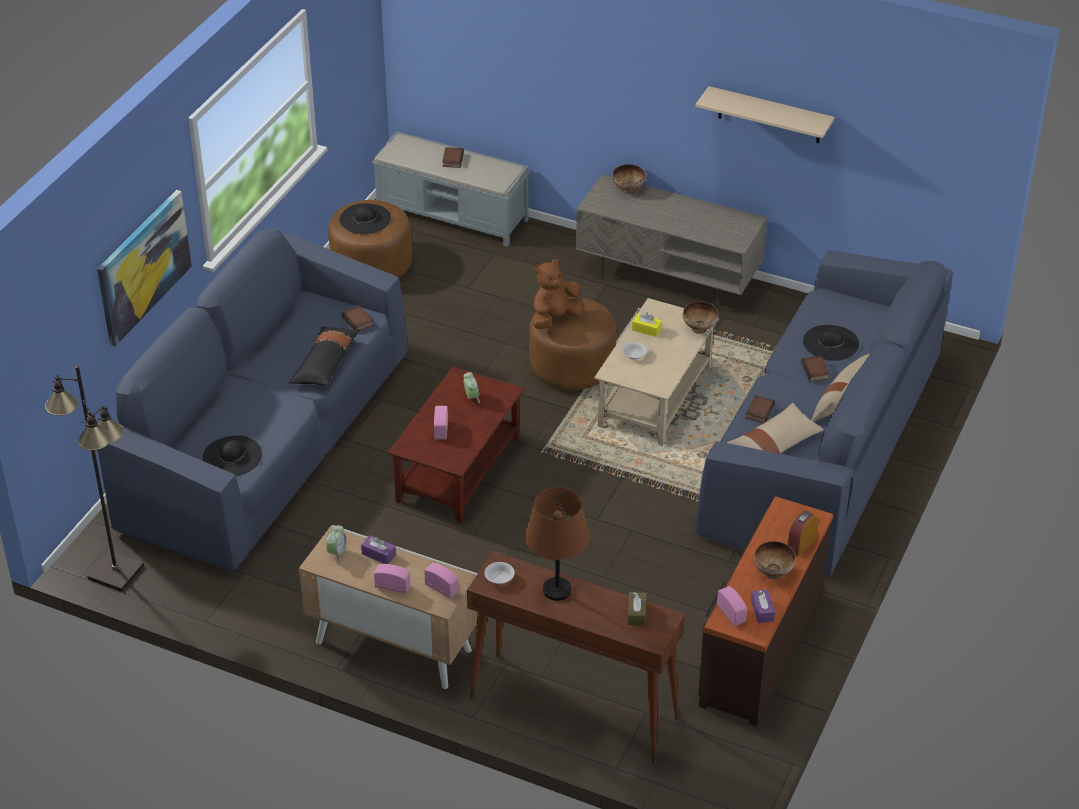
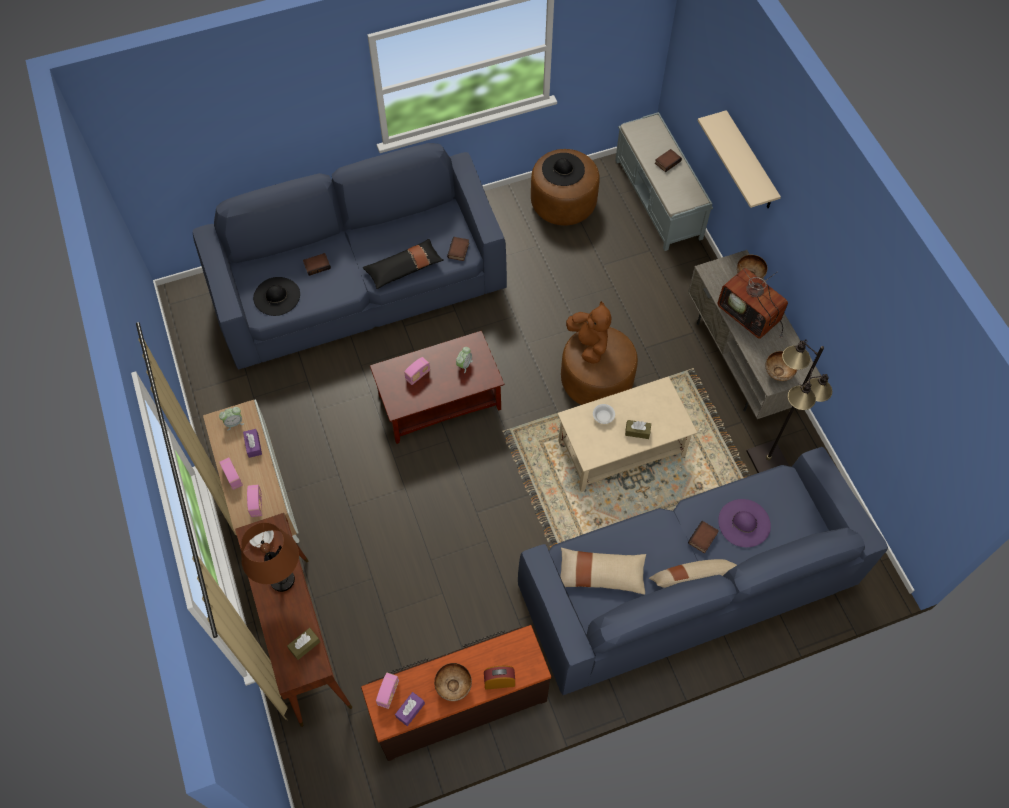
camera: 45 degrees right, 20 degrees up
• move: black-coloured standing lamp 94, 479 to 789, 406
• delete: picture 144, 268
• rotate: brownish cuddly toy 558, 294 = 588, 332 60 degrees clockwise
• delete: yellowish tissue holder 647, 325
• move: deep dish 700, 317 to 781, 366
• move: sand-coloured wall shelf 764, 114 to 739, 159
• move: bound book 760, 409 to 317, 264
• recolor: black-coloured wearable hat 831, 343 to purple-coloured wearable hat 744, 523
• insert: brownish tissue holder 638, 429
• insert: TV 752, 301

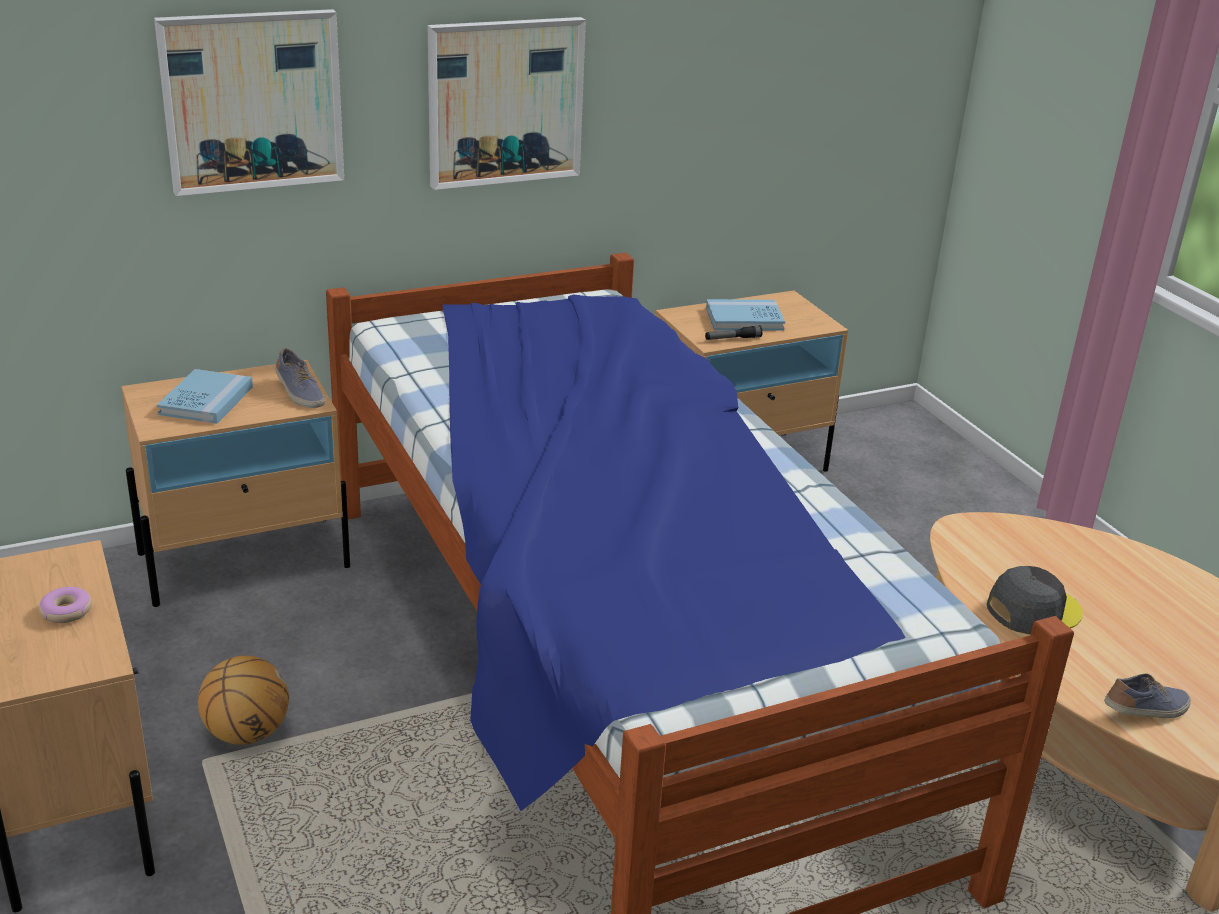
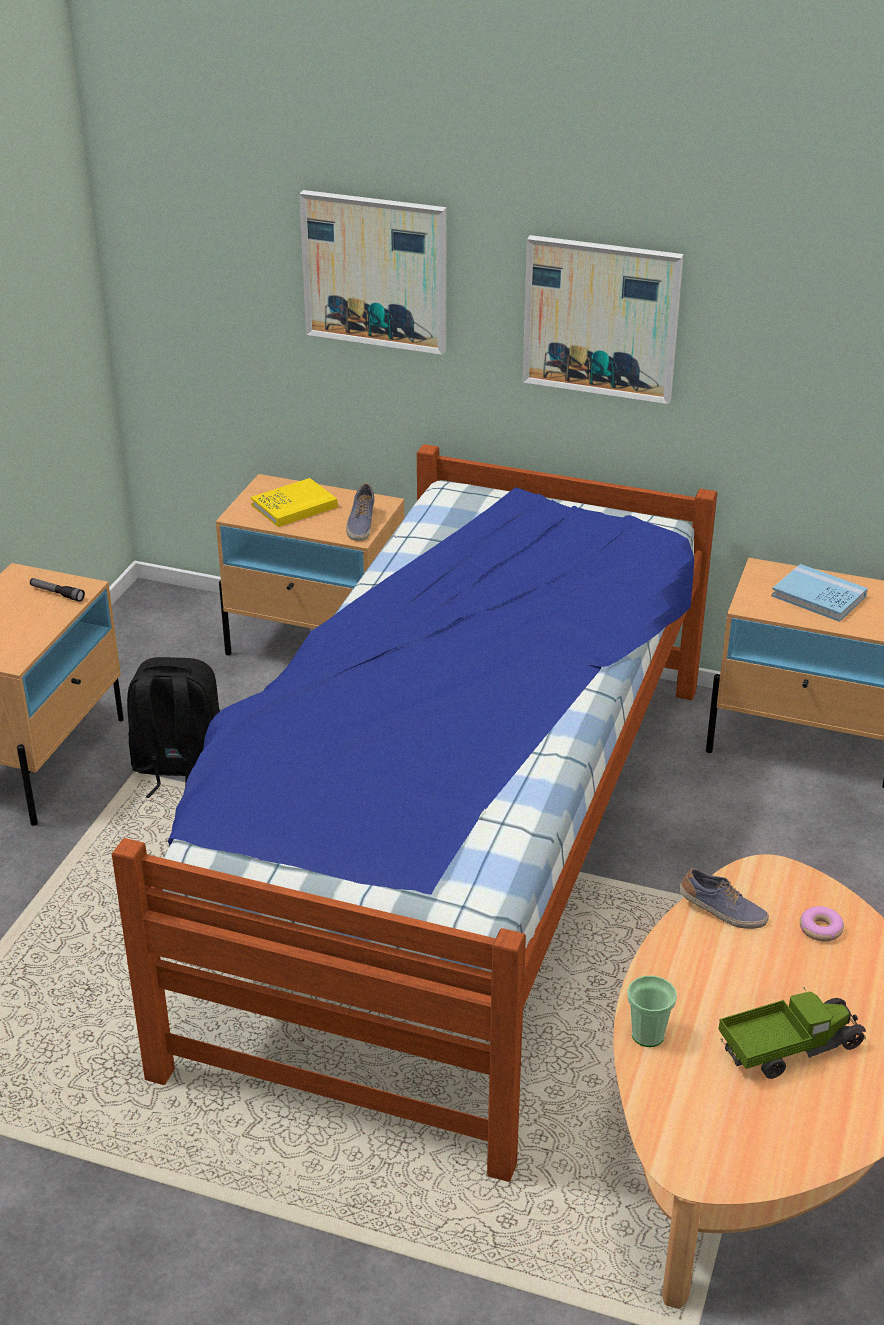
camera: 45 degrees right, 5 degrees up
• move: donut 65, 605 to 822, 924
• recolor: blue bound book 205, 396 to yellowish bound book 294, 502
• replace: basketball ball 243, 700 to black-coloured rucksack 173, 727
• move: hand torch 734, 332 to 57, 590
• delete: grey baseball cap 1035, 600
• move: item of footwear 1147, 695 to 724, 898
• insert: drinking cup 652, 1011
• insert: toy truck 792, 1033

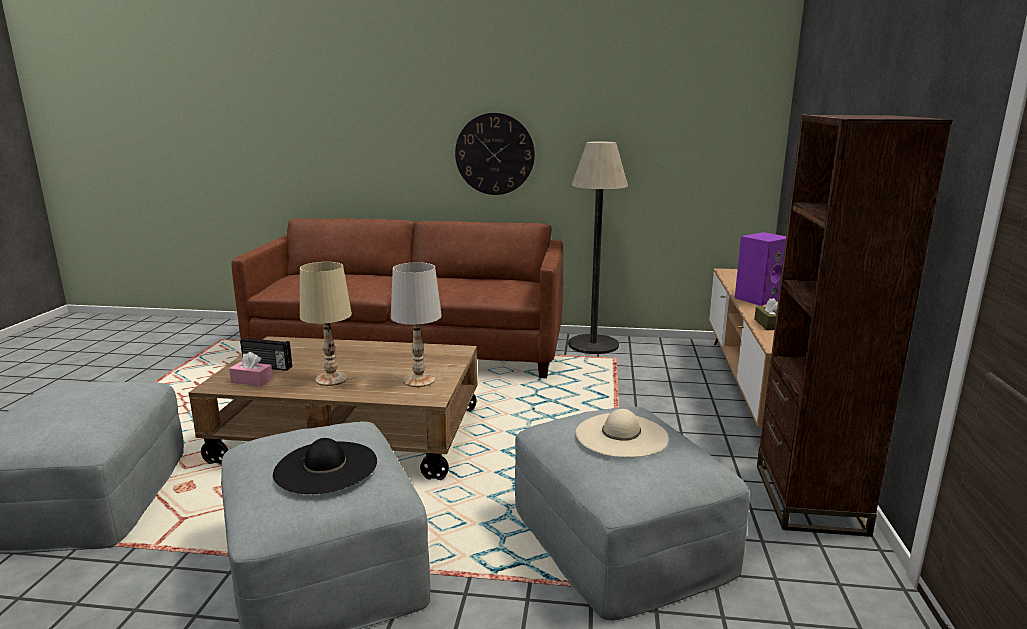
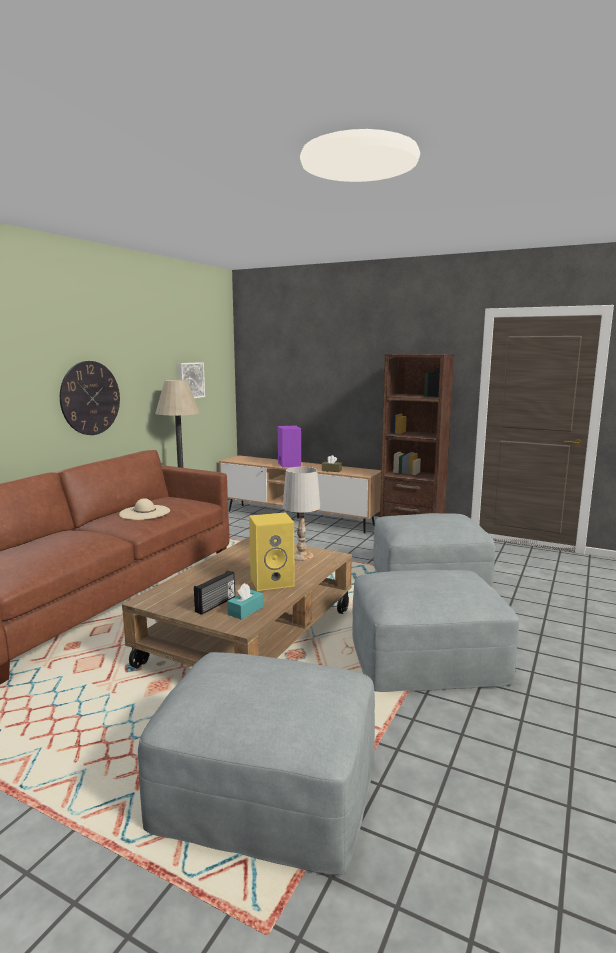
camera: 70 degrees left, 5 degrees down
• recolor: pinkish tissue holder 251, 369 to turquoise-coloured tissue holder 245, 601
• delete: black-coloured wearable hat 325, 466
• replace: sand-coloured table lamp 326, 324 to yellowish loudspeaker 272, 551
• move: sand-coloured wearable hat 622, 433 to 144, 509
• insert: picture 191, 380

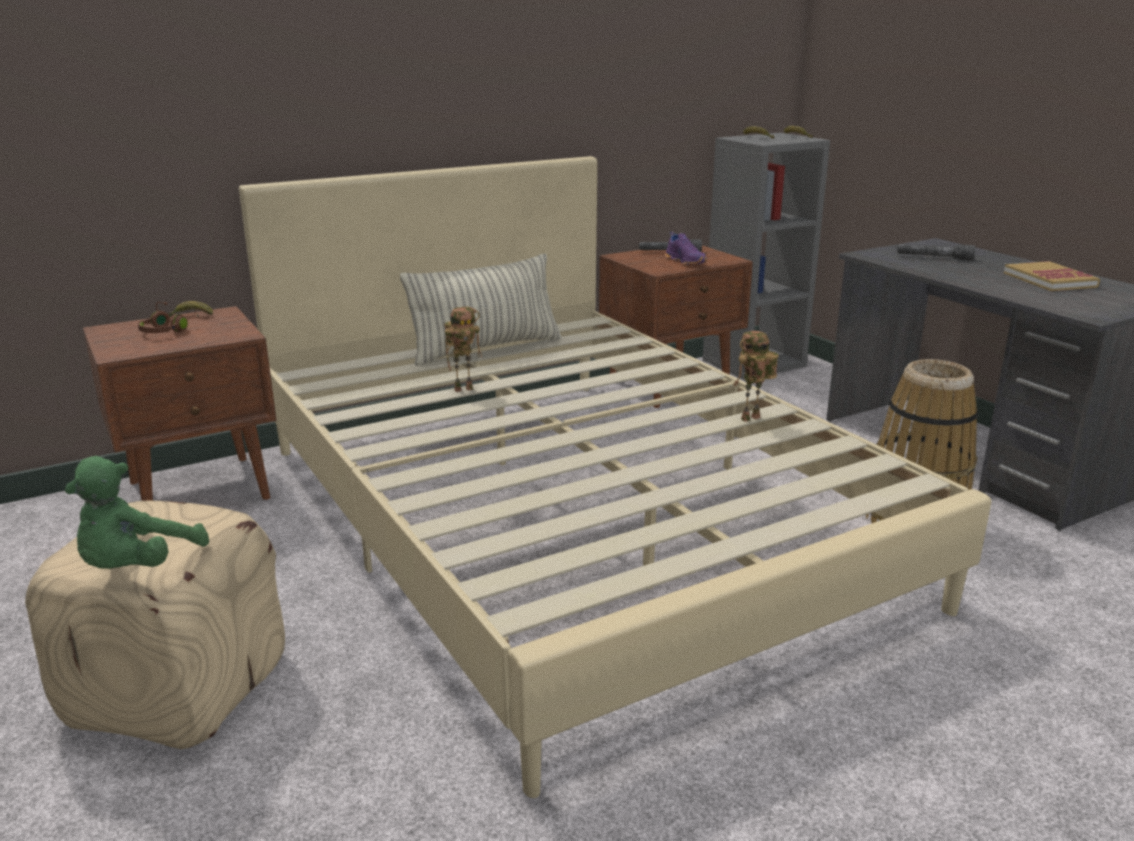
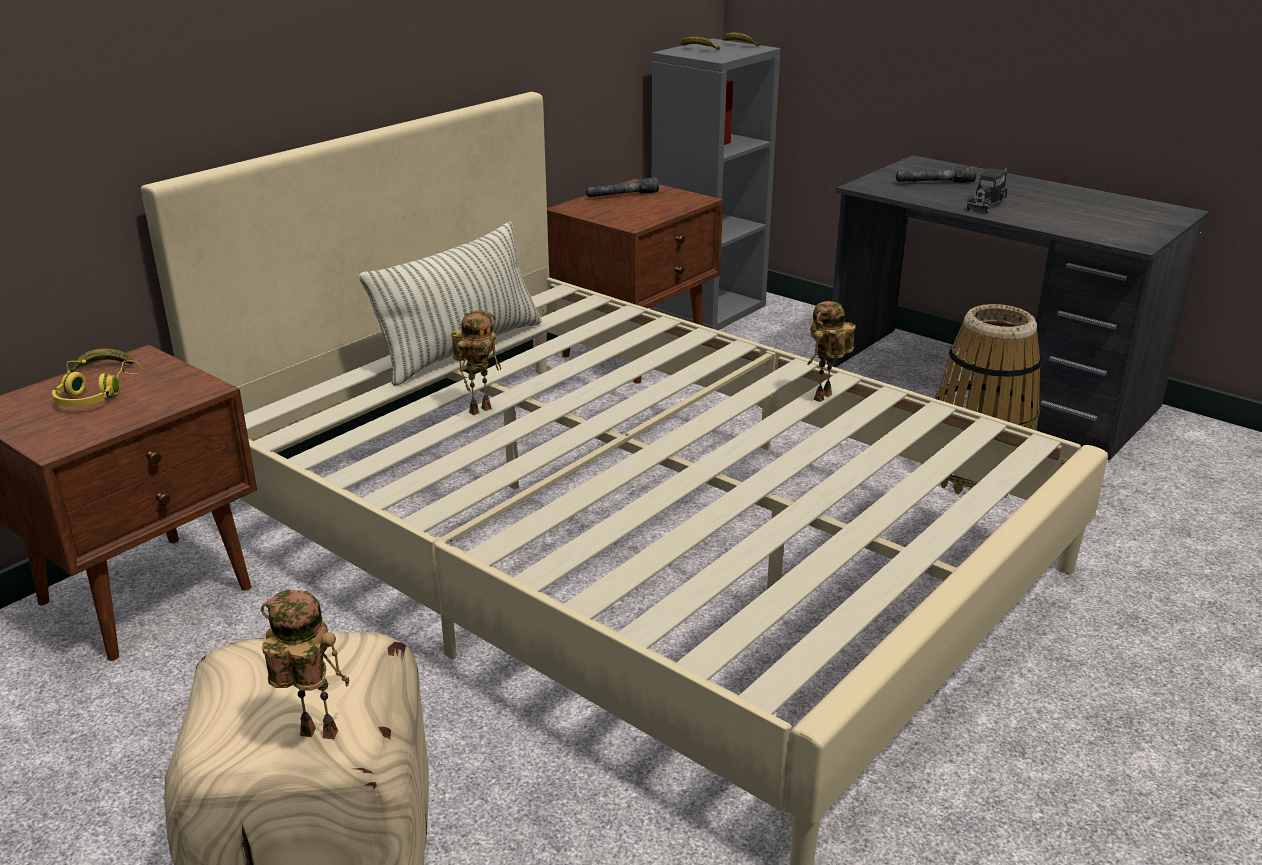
camera: 20 degrees left, 5 degrees up
• replace: green cuddly toy 136, 512 to model robot 305, 664
• recolor: brownish pair of headphones 173, 317 to yellowish pair of headphones 97, 383
• delete: purple-coloured item of footwear 686, 248
• delete: bound book 1052, 276
• insert: toy truck 987, 190

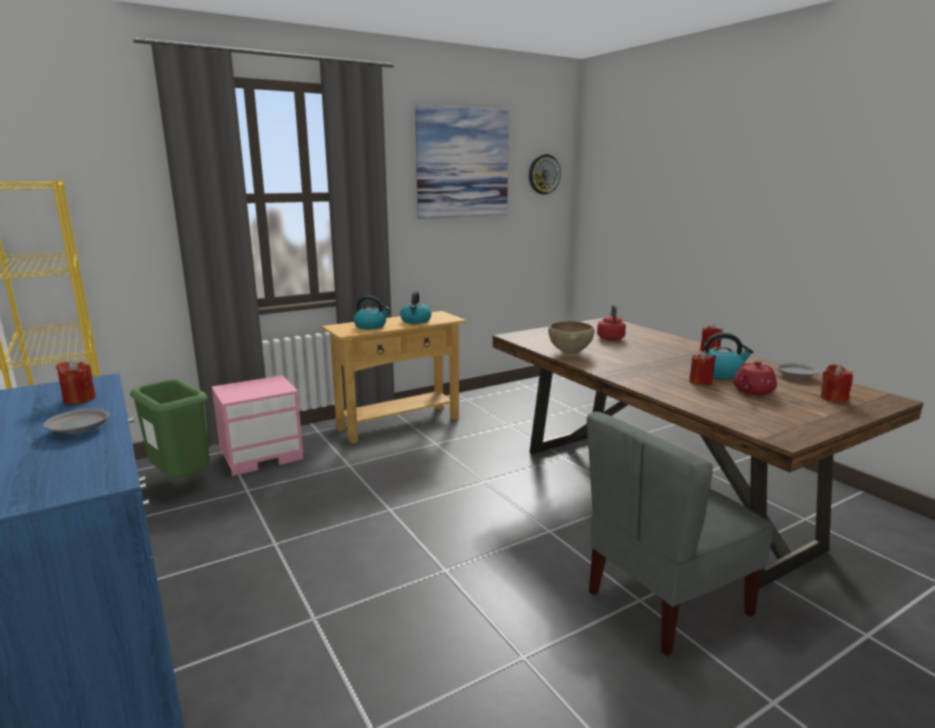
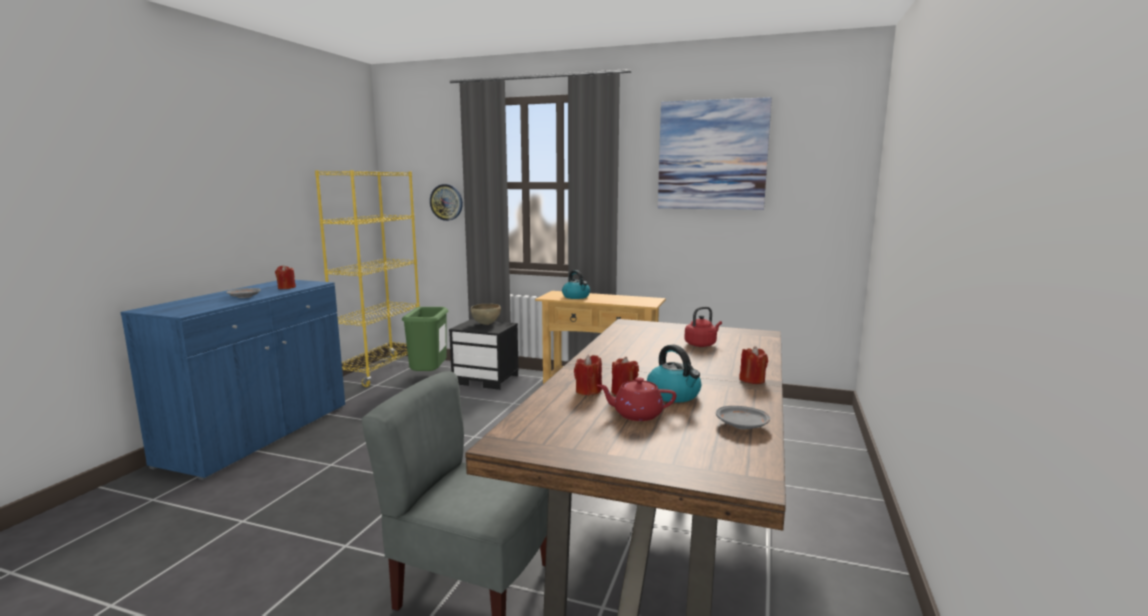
camera: 50 degrees right, 5 degrees down
• recolor: pinkish nightstand 257, 425 to black-coloured nightstand 484, 354
• delete: tea kettle 415, 307
• move: clock on the wall 545, 174 to 446, 202
• move: brownish deep dish 571, 337 to 486, 314
• move: reddish wax candle 836, 383 to 588, 375

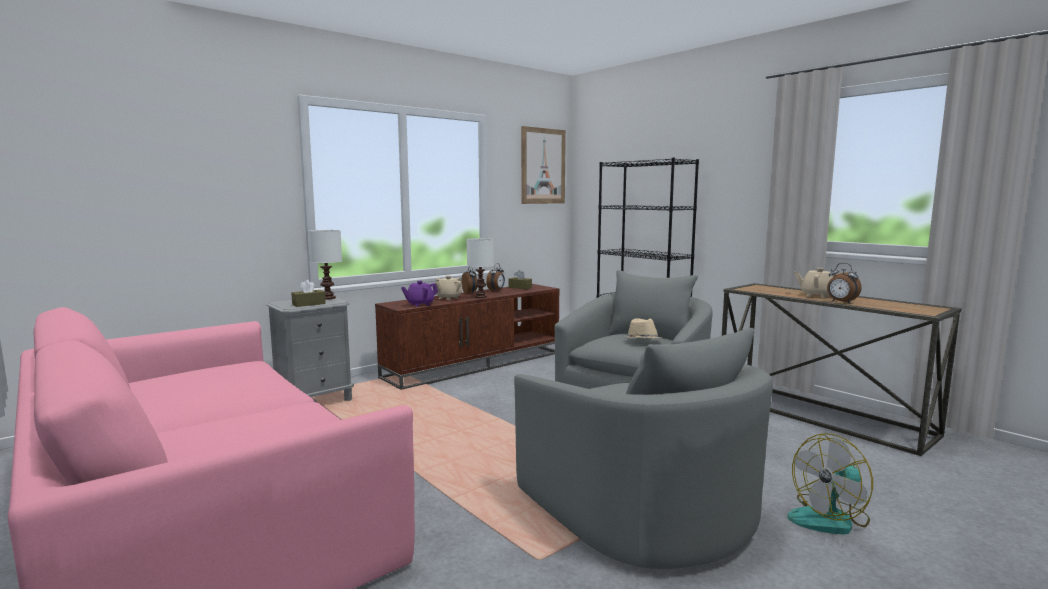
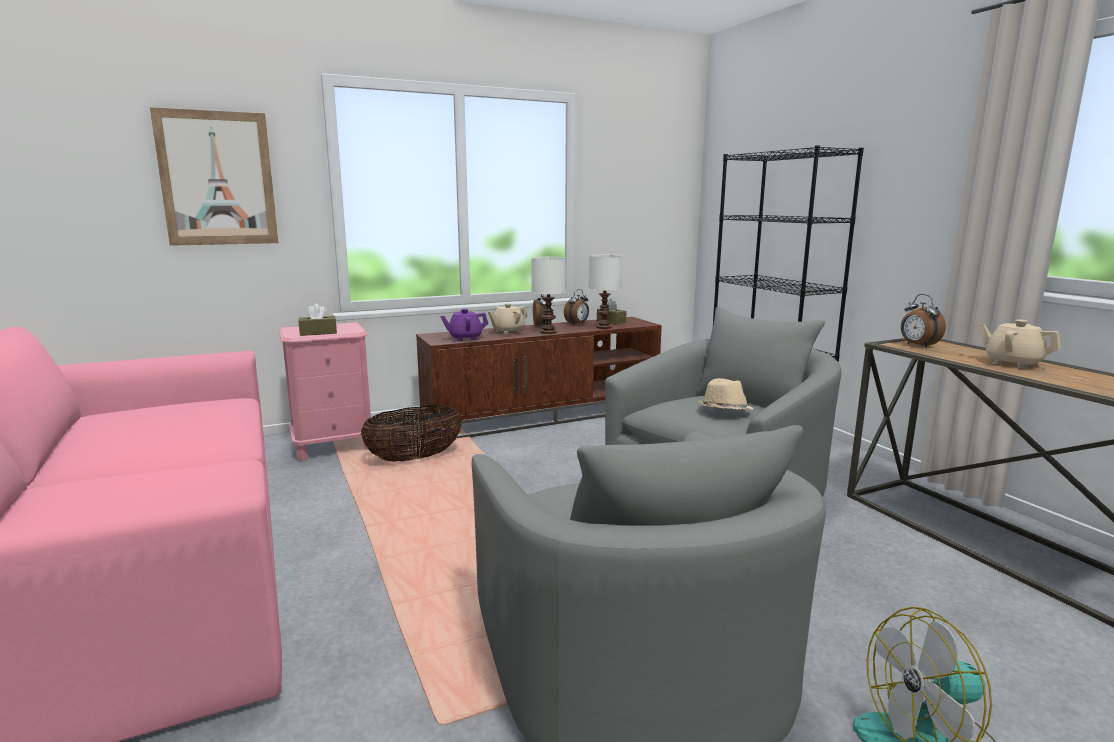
camera: 15 degrees right, 5 degrees up
• recolor: grey nightstand 310, 349 to pinkish nightstand 325, 391
• move: whitish table lamp 325, 265 to 605, 292
• move: picture 543, 165 to 214, 176
• move: bedside clock 844, 283 to 923, 321
• insert: basket 411, 433

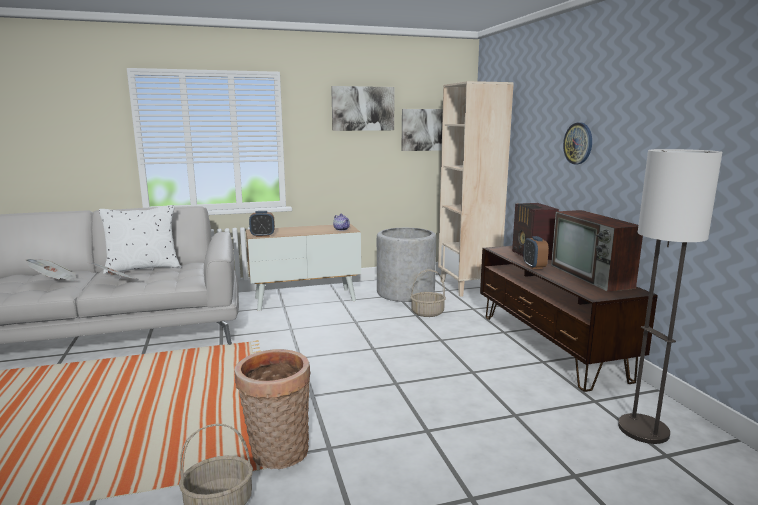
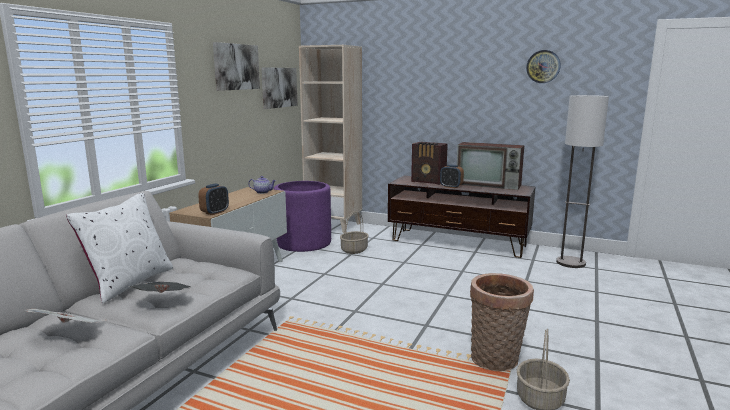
camera: 50 degrees left, 0 degrees up
• recolor: grey plant pot 406, 265 to purple-coloured plant pot 302, 216
• move: clock on the wall 577, 143 to 543, 66

